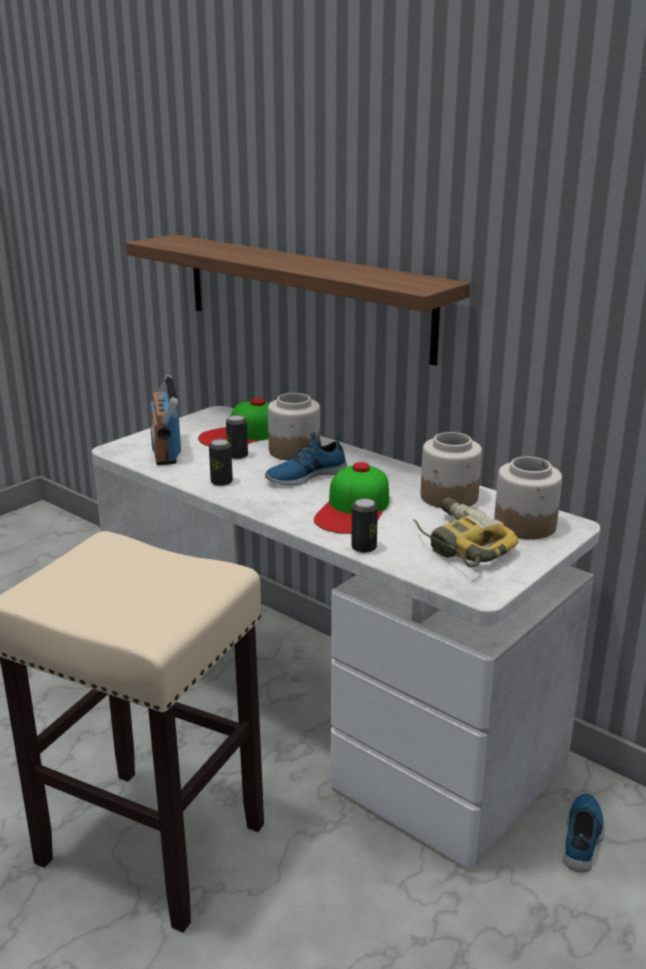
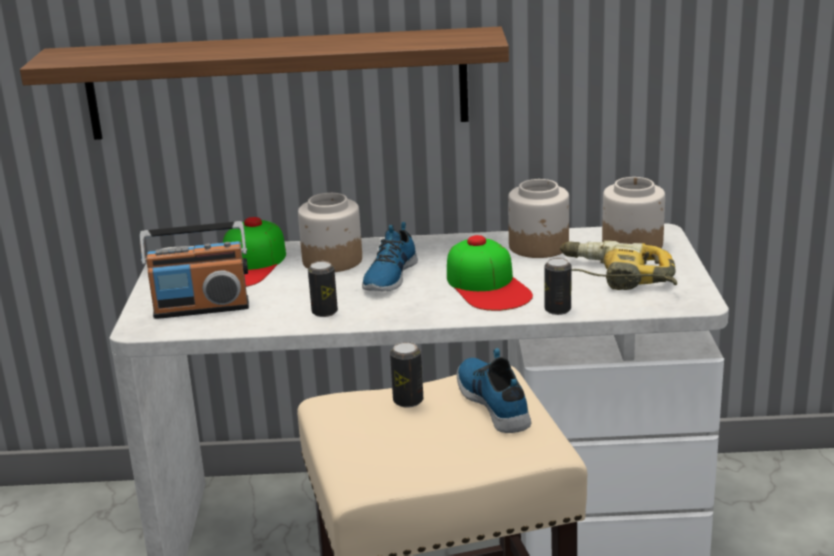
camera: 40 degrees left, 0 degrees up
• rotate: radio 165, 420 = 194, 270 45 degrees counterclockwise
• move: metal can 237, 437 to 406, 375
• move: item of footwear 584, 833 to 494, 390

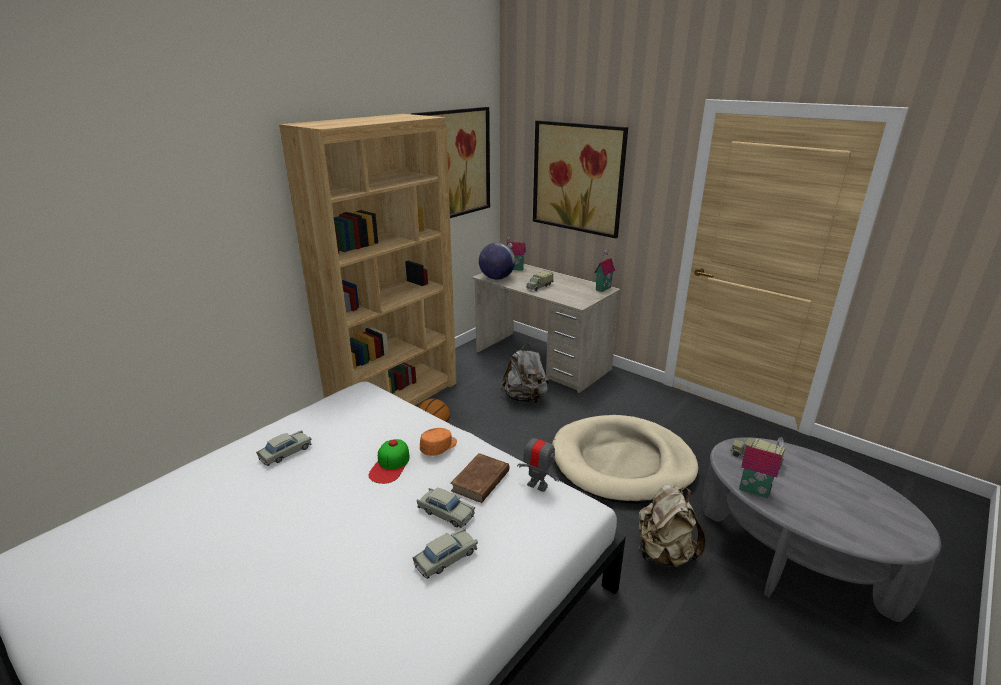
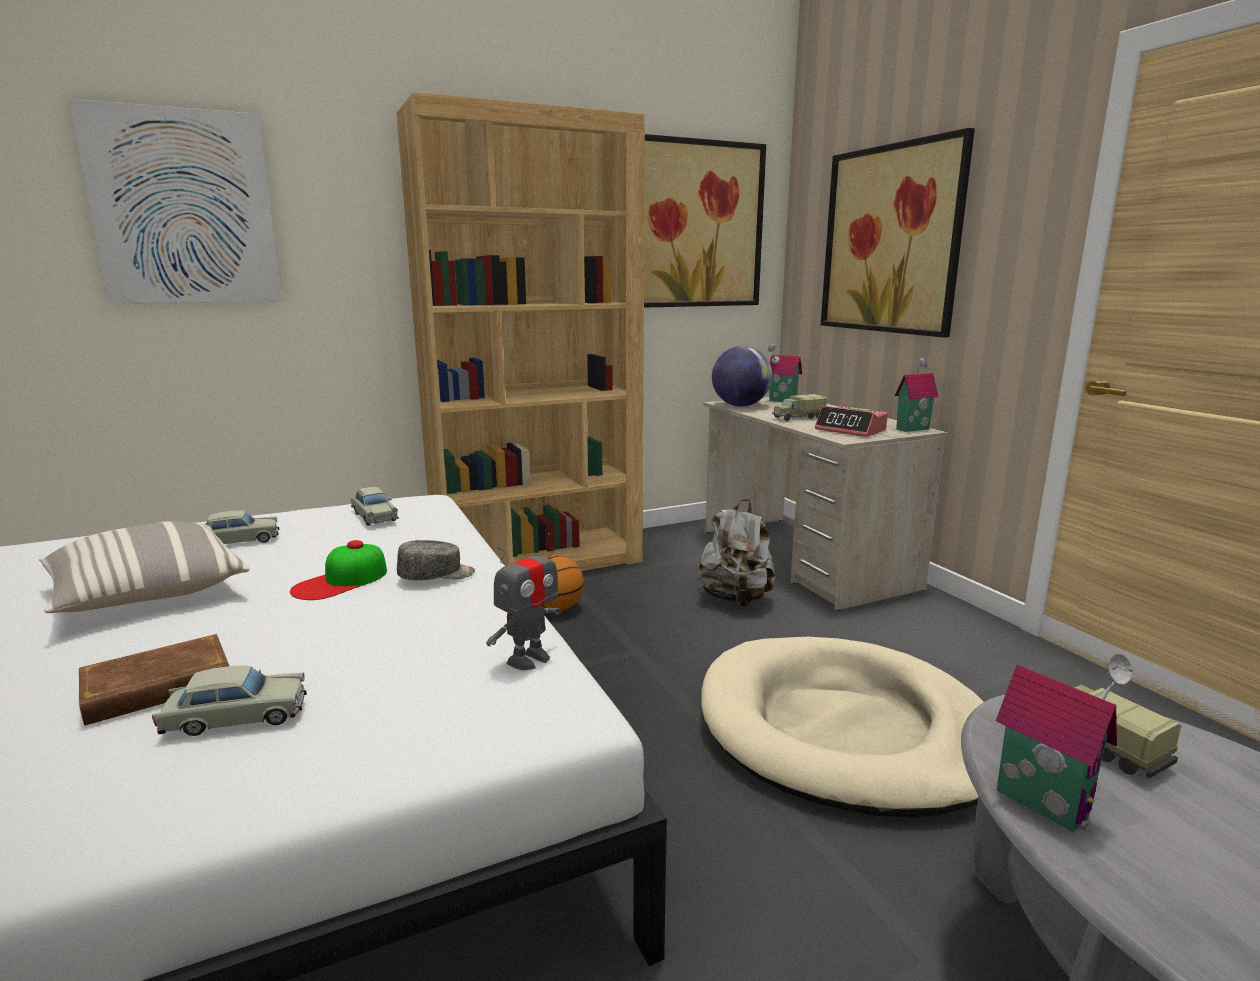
camera: 25 degrees right, 10 degrees down
• move: sand-coloured model car 446, 508 to 375, 506
• recolor: orange-coloured baseball cap 438, 442 to grey baseball cap 436, 560
• move: brownish bound book 479, 478 to 154, 680
• rotate: model robot 538, 461 = 524, 601 75 degrees clockwise
• delete: sand-coloured rucksack 672, 525
• insert: pillow 144, 567
• insert: picture 175, 201
• insert: bedside clock 851, 421

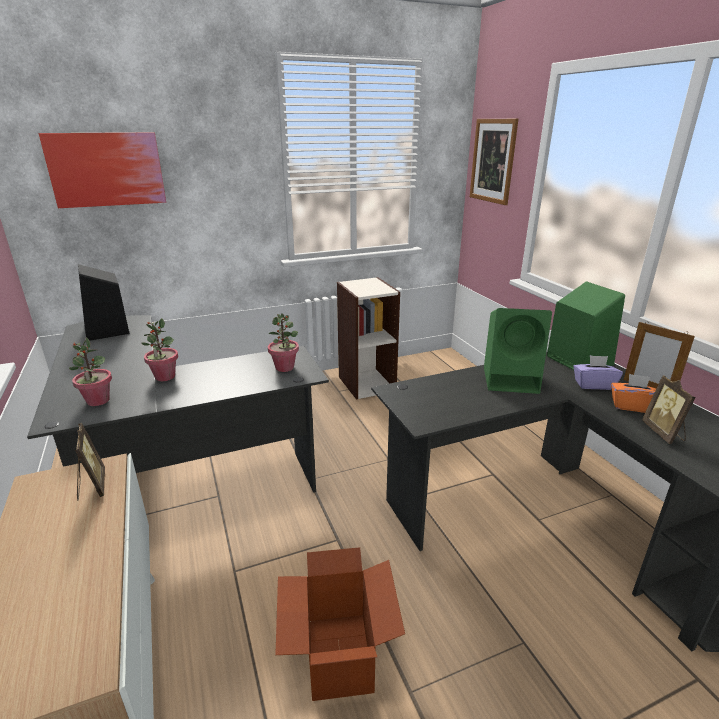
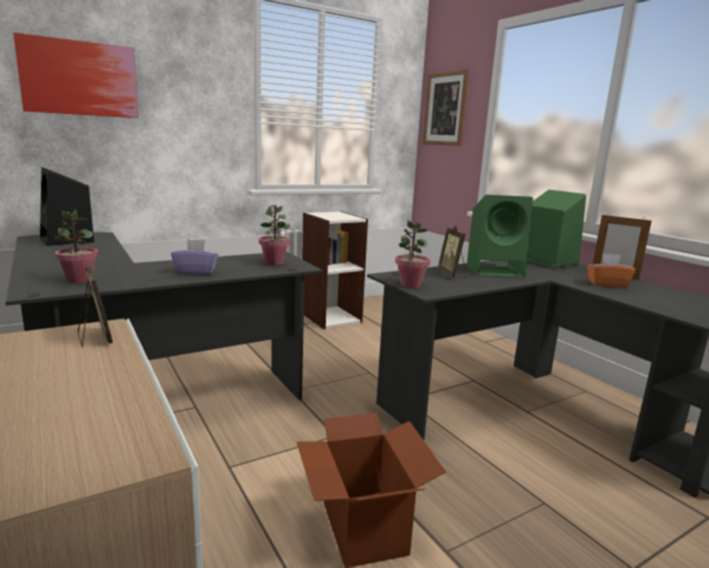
camera: 10 degrees left, 10 degrees down
• move: plant in a pot 159, 349 to 412, 253
• move: purple-coloured tissue holder 598, 372 to 194, 257
• move: picture frame 668, 409 to 452, 251

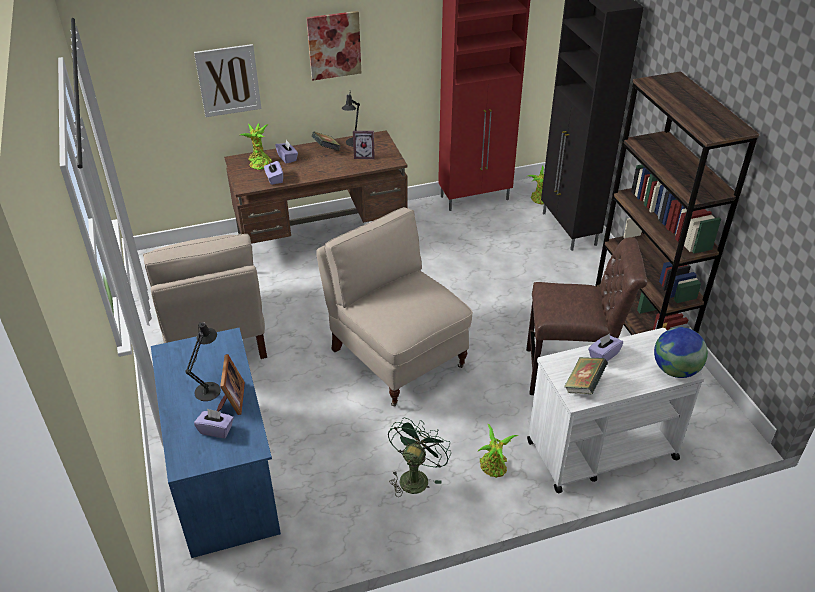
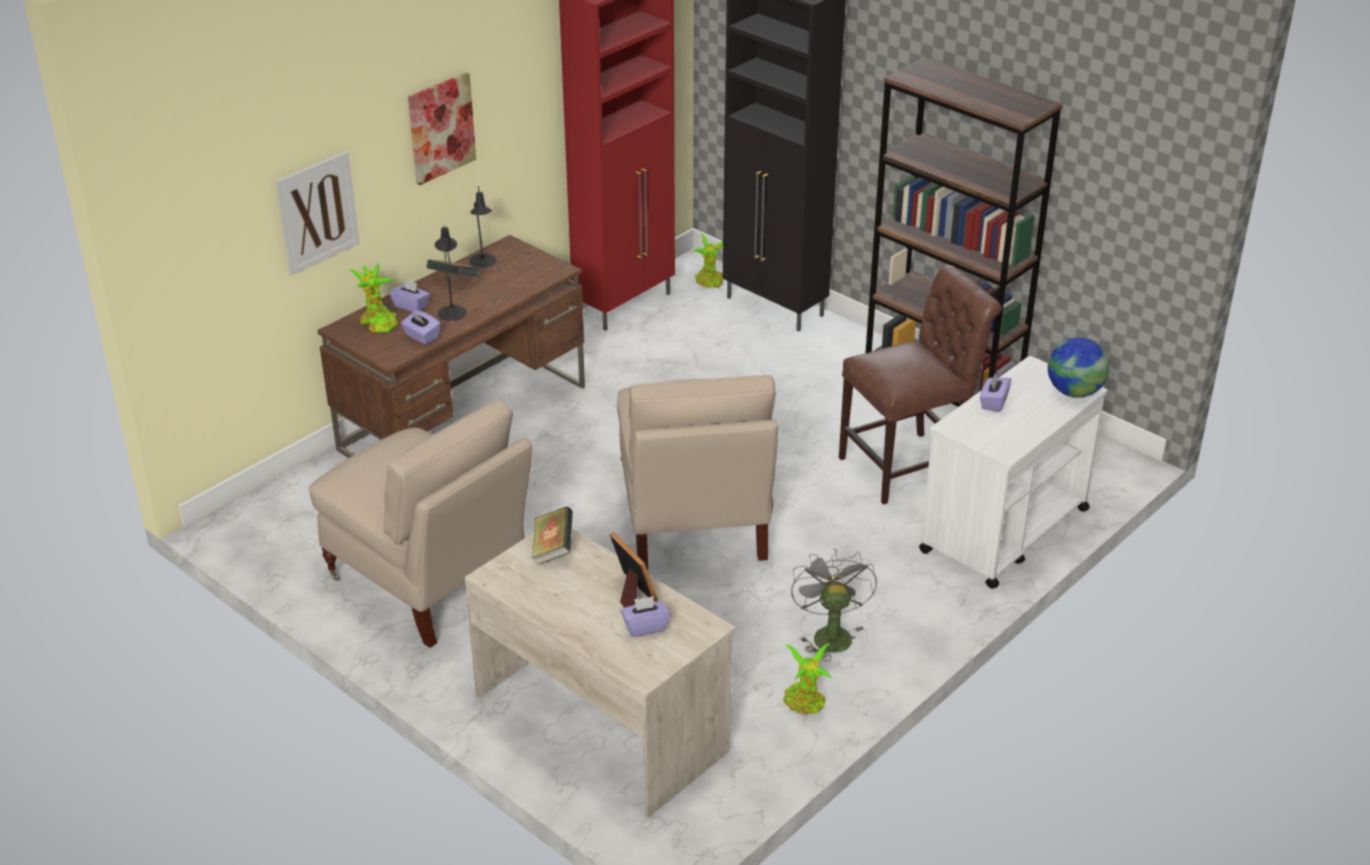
camera: 30 degrees left, 5 degrees down
• recolor: blue desk 216, 443 to sand-coloured desk 600, 673
• move: black-coloured table lamp 203, 361 to 451, 273
• rotate: sand-coloured chair 394, 307 = 697, 472 120 degrees counterclockwise
• delete: picture frame 364, 145
• recolor: green fan 419, 457 to grey fan 834, 604
• move: plant in a pot 497, 451 to 807, 678
• move: bound book 586, 375 to 552, 536

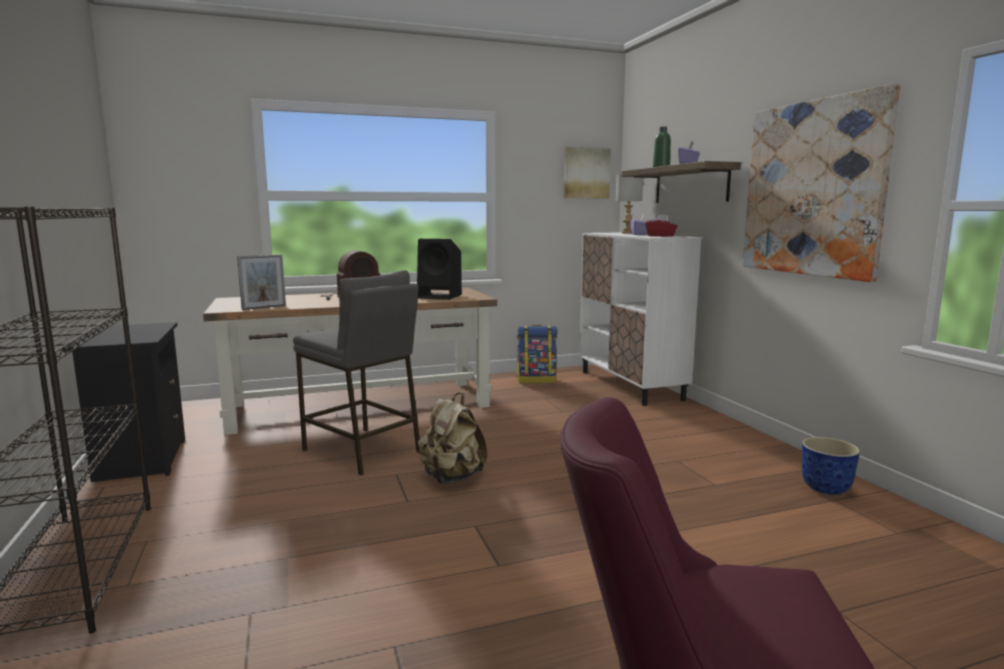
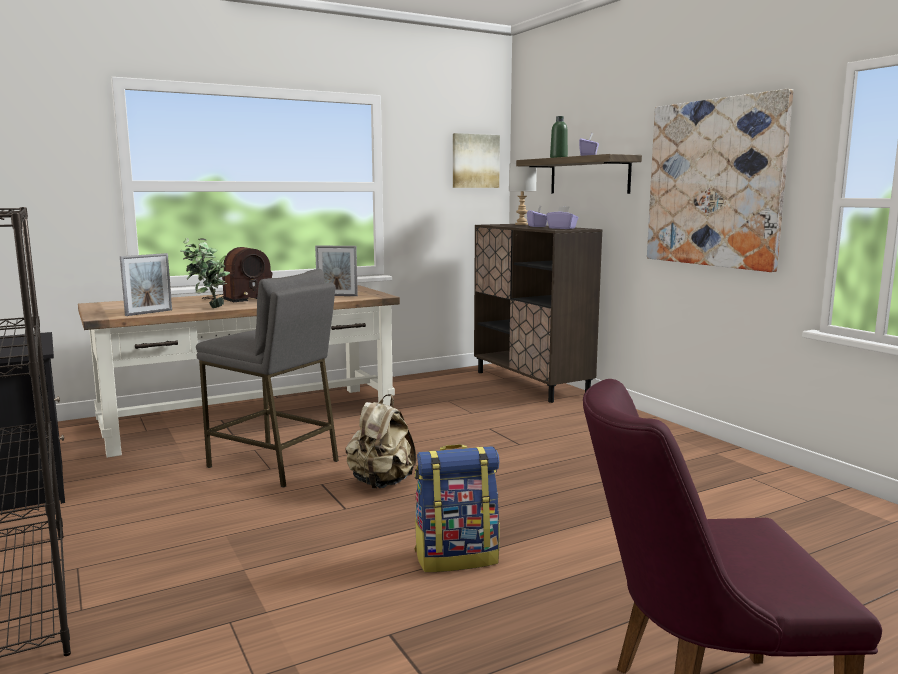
camera: 10 degrees left, 0 degrees up
• replace: black-coloured loudspeaker 439, 269 to picture frame 336, 271
• move: rucksack 537, 354 to 457, 508
• recolor: whitish cabinet 640, 319 to brownish cabinet 538, 313
• recolor: reddish tissue holder 661, 226 to purple-coloured tissue holder 562, 217
• delete: plant pot 831, 466
• insert: plant in a pot 205, 273

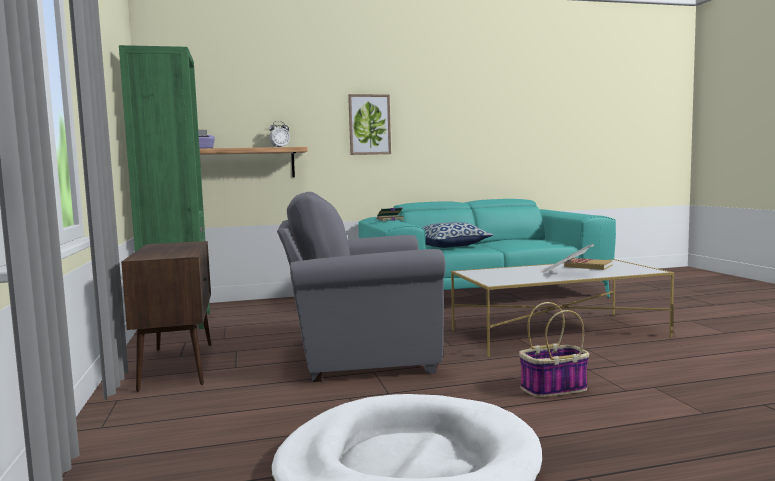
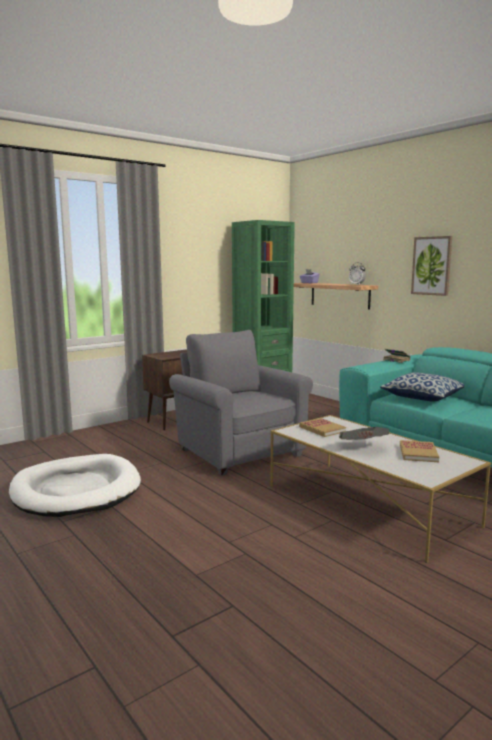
camera: 65 degrees right, 5 degrees up
• delete: basket 554, 349
• insert: bound book 322, 427

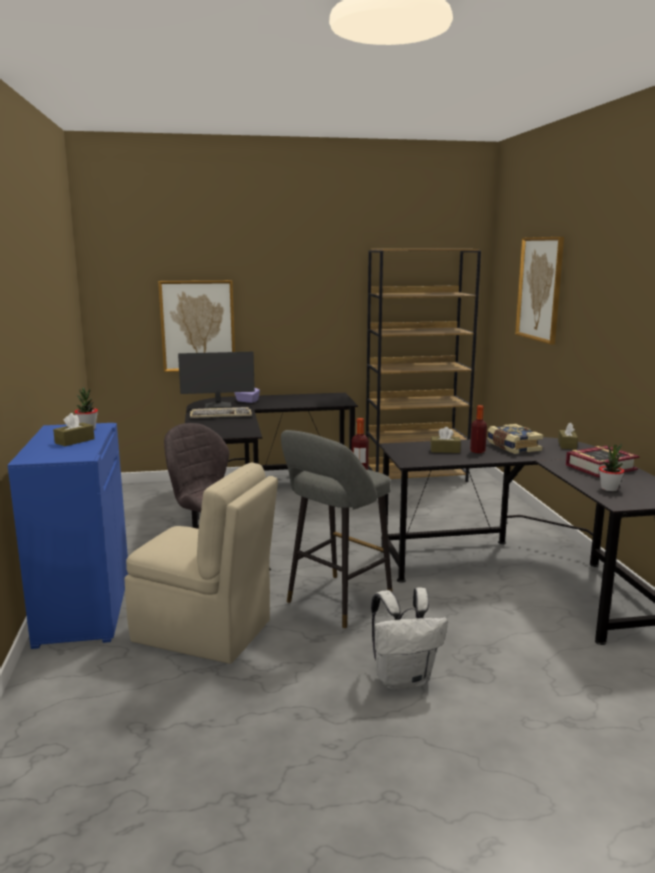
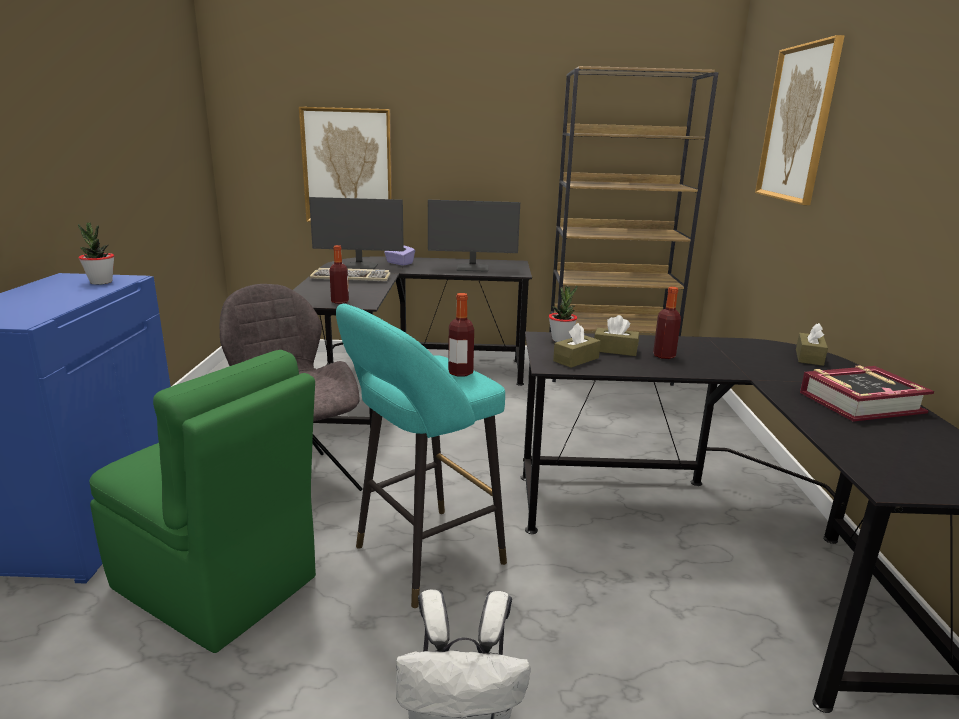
camera: 10 degrees right, 5 degrees up
• move: brownish tissue holder 74, 429 to 577, 345
• recolor: sand-coloured chair 201, 563 to green chair 202, 501
• recolor: grey sitting stool 337, 529 to turquoise-coloured sitting stool 421, 456
• delete: bound book 515, 439
• move: plant in a pot 611, 467 to 563, 314
• insert: bottle 339, 274
• insert: computer screen 474, 236

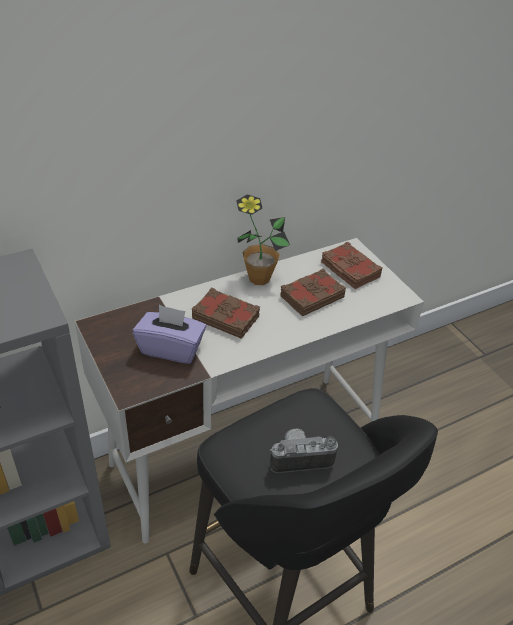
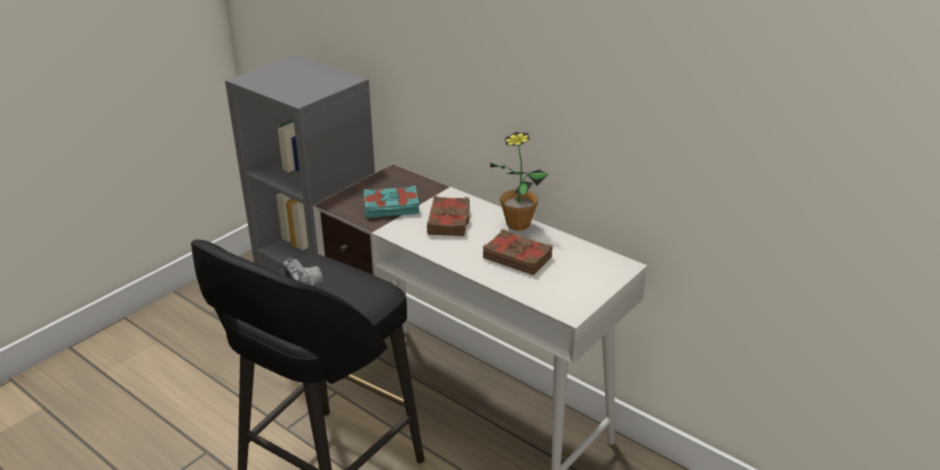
camera: 70 degrees right, 10 degrees down
• replace: purple-coloured tissue holder 169, 334 to turquoise-coloured bound book 392, 202
• delete: brownish bound book 351, 265

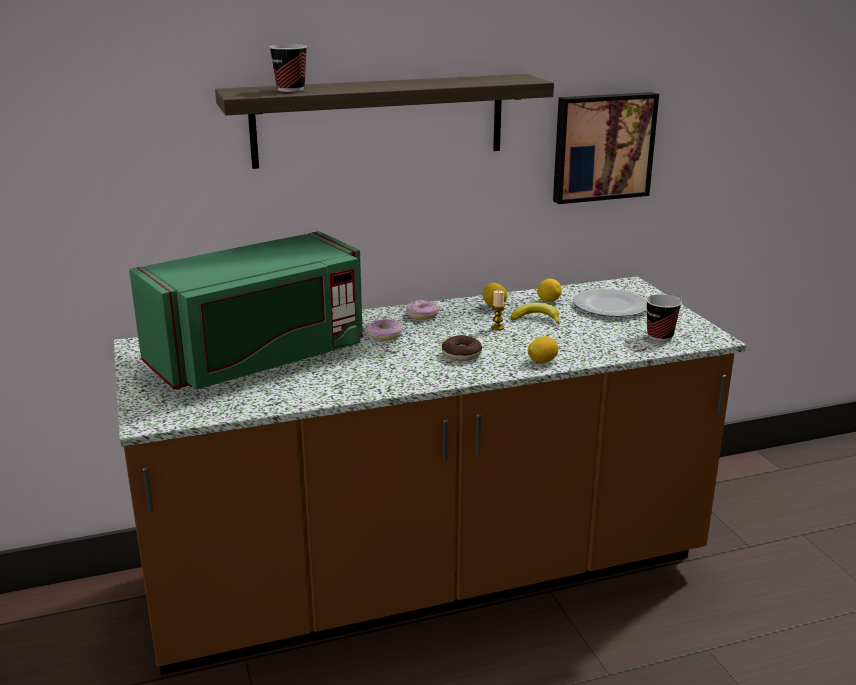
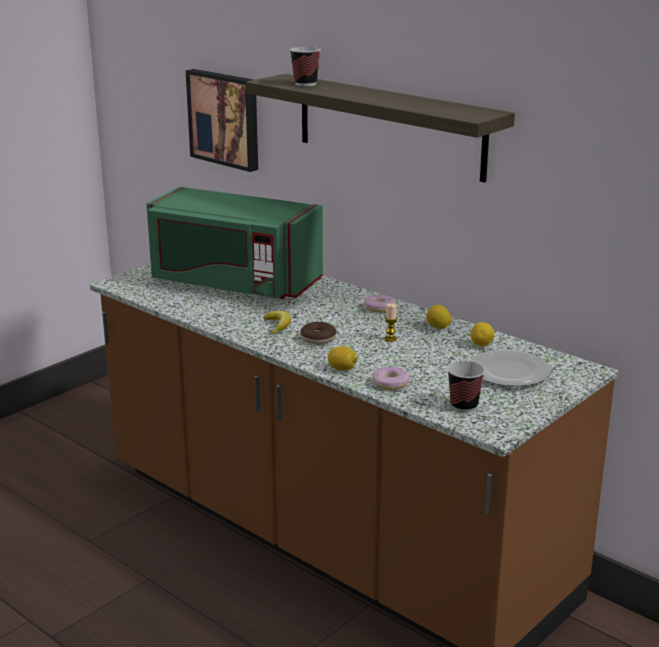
camera: 60 degrees right, 0 degrees up
• move: donut 385, 330 to 390, 378
• move: banana 535, 313 to 277, 323
• move: picture 606, 148 to 222, 120

